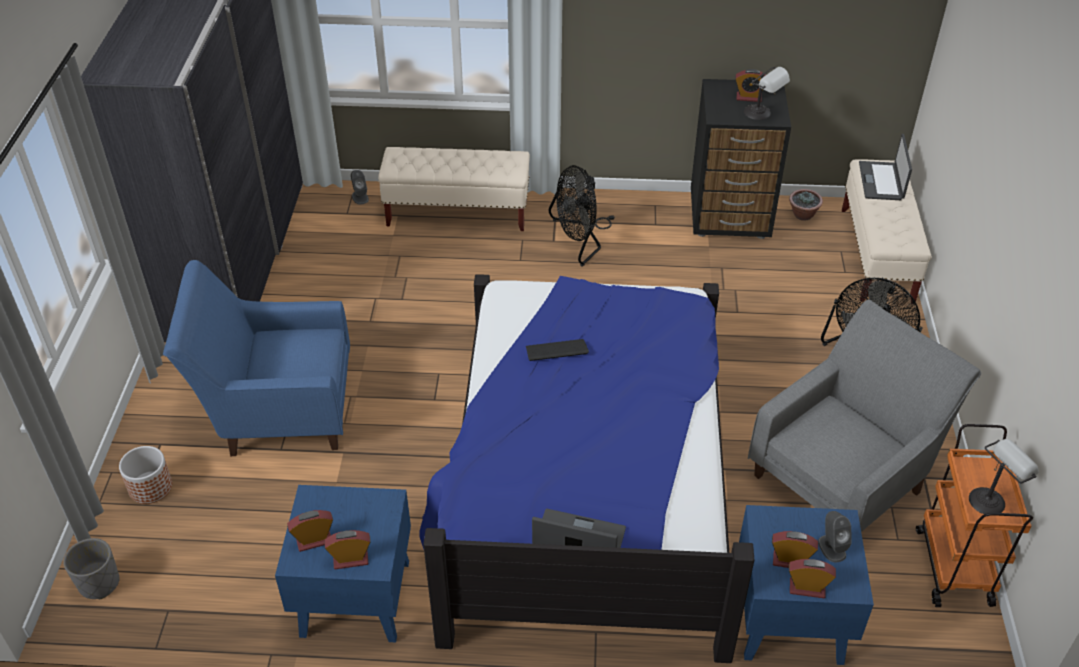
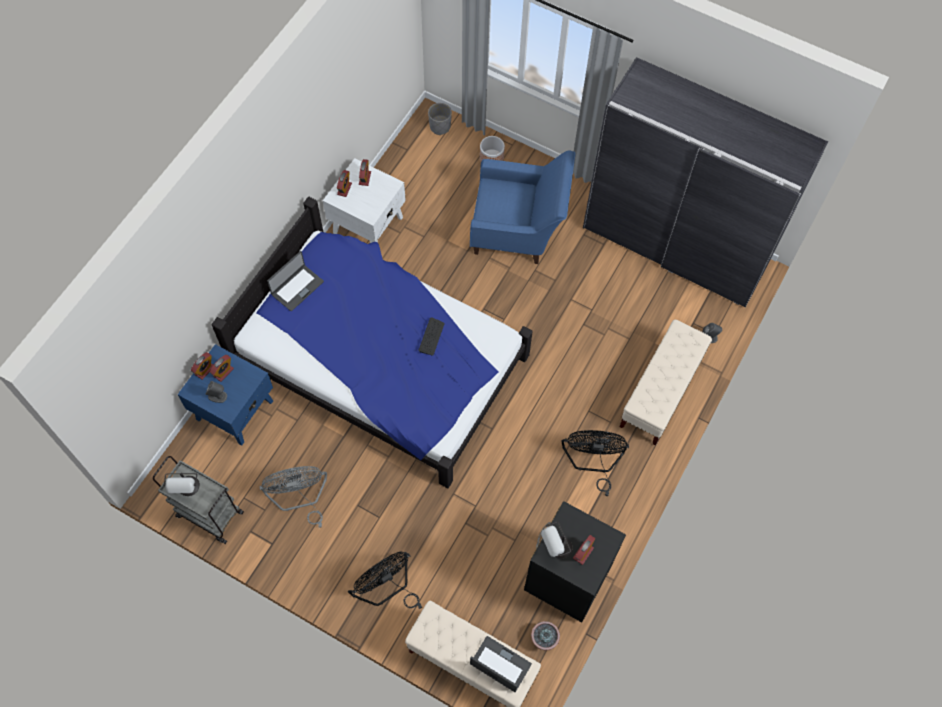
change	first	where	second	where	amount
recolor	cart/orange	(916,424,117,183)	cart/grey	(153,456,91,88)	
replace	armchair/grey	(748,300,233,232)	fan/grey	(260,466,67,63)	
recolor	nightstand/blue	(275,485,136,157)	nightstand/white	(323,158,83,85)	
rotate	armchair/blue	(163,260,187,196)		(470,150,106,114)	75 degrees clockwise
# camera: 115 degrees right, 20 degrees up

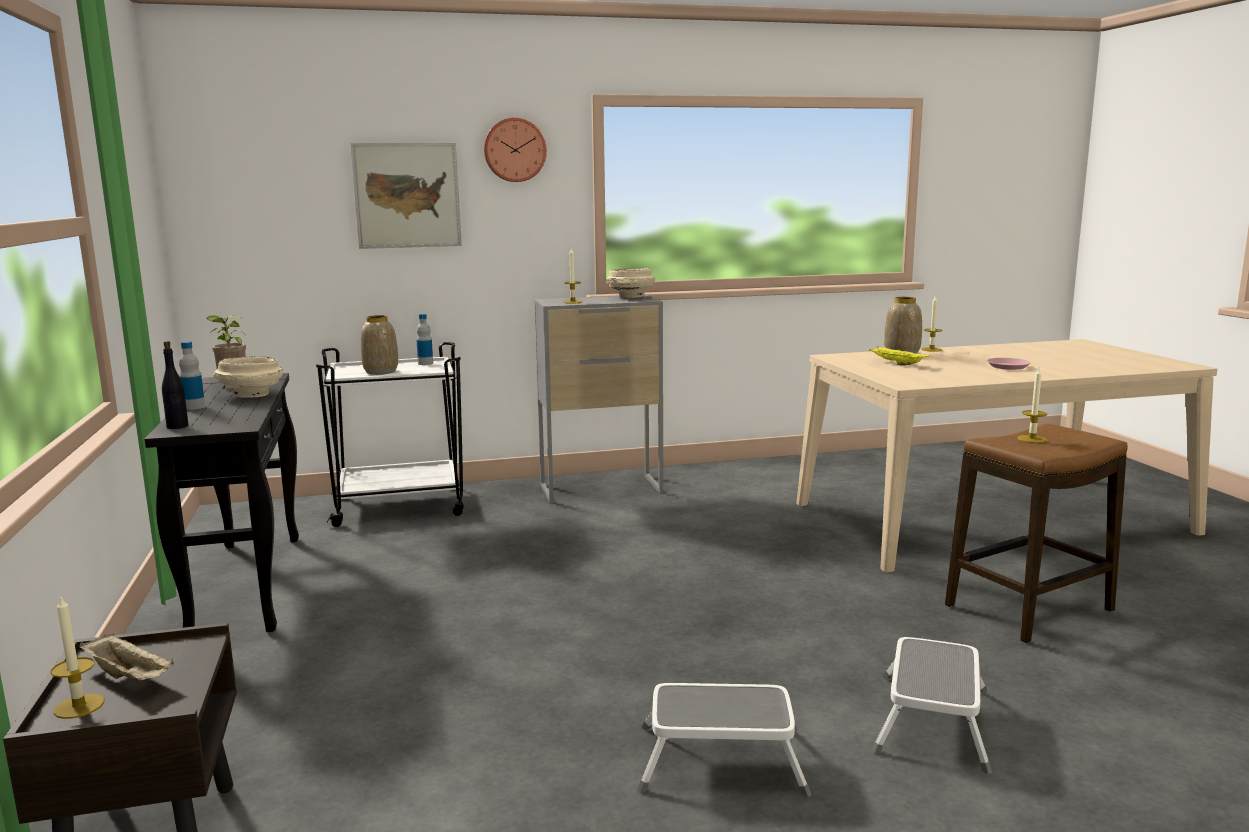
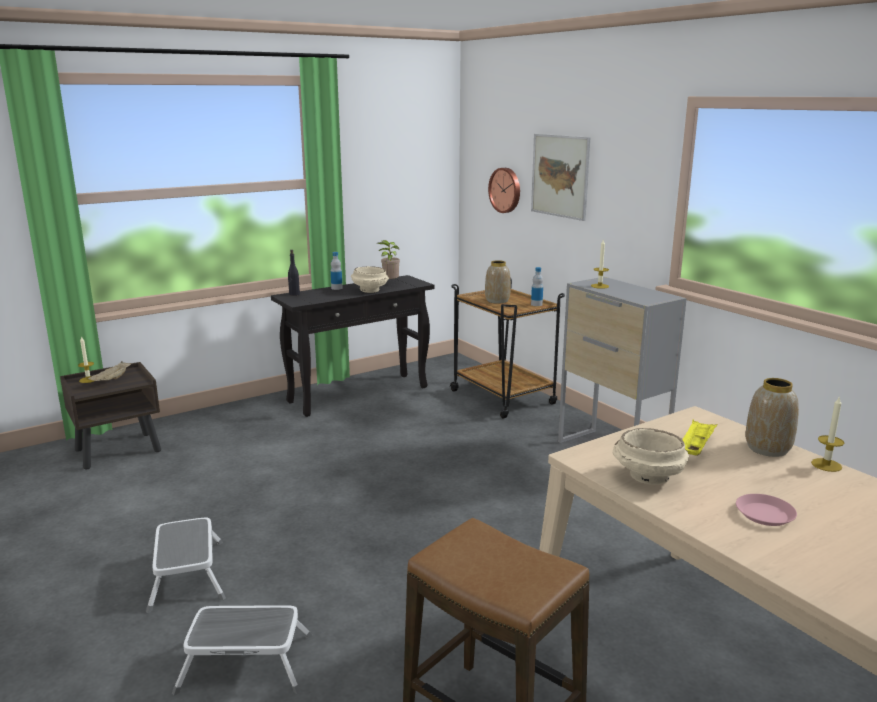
change	first	where	second	where	amount
recolor	cart/white	(316,342,148,185)	cart/brown	(450,277,115,142)	
move	wall clock	(484,118,63,64)		(488,168,32,45)	
move	bowl/beige	(606,268,49,30)		(613,428,76,57)	
delete	candle	(1017,368,30,75)			
# camera: 70 degrees right, 5 degrees up

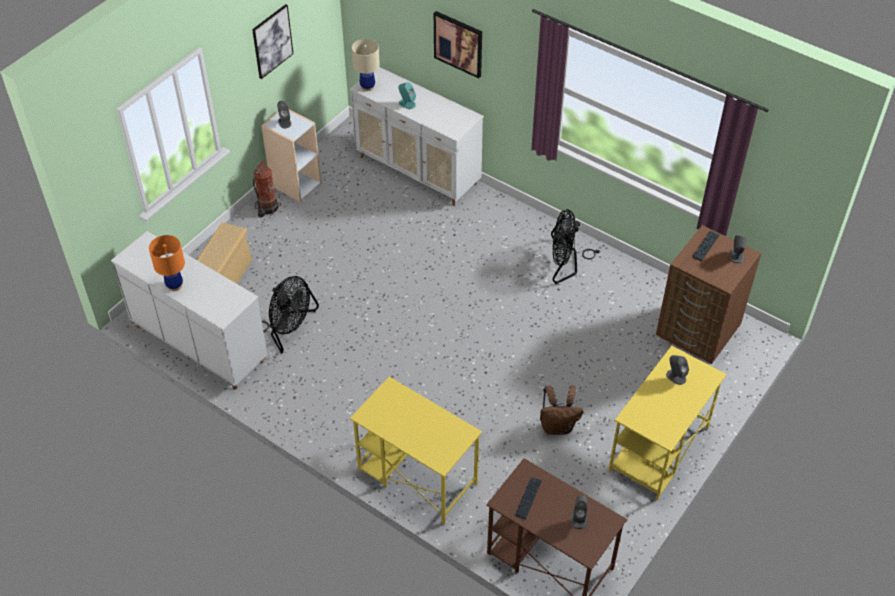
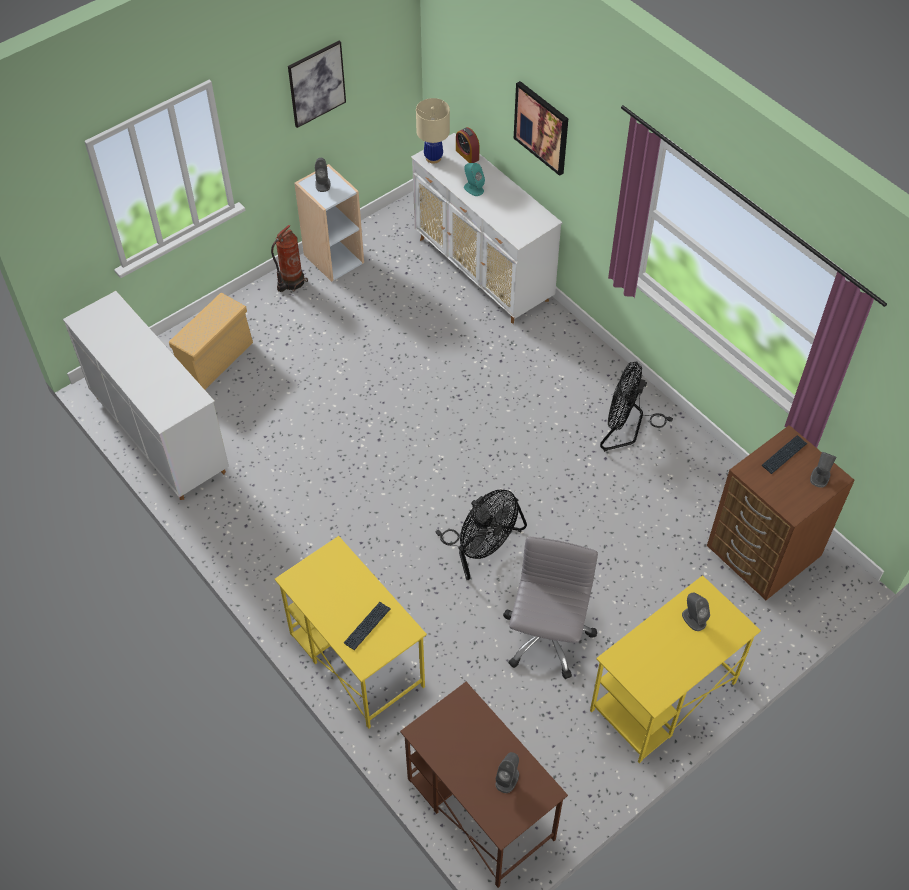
change	first	where	second	where	amount
move	keyboard	(515,477,27,42)		(344,602,47,48)	
move	fan/black	(262,276,57,78)		(436,490,91,90)	
insert			alarm clock	(456,127,24,36)	
replace	backpack/brown	(540,385,43,50)	office chair/grey	(503,537,95,142)	
delete	table lamp/orange	(149,235,36,56)			
# camera: 15 degrees right, 5 degrees up

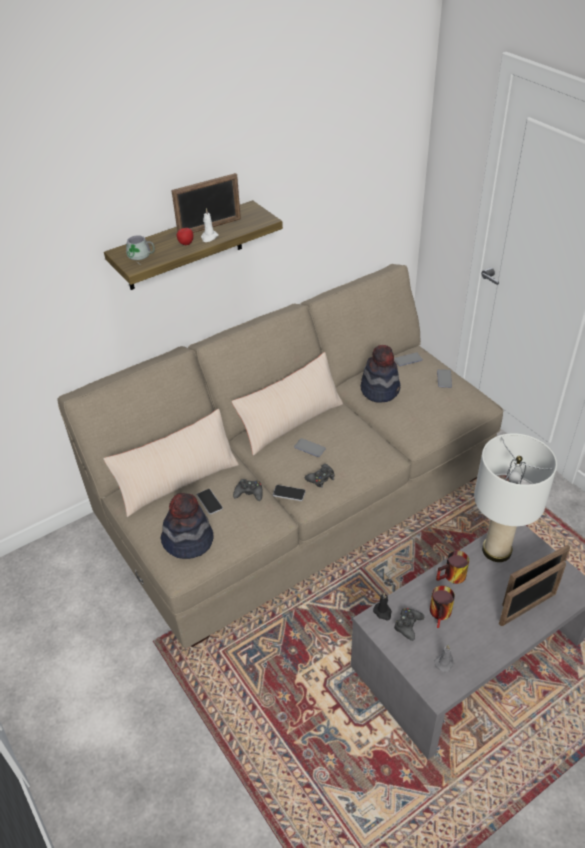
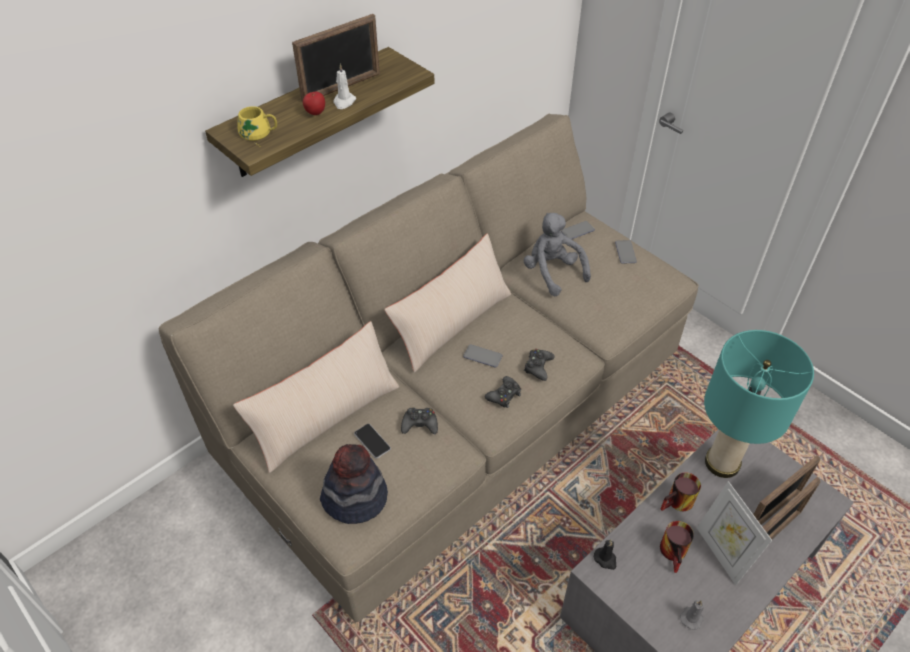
change	first	where	second	where	amount
recolor	mug/grey	(126,235,29,30)	mug/yellow	(237,106,40,41)	
replace	hat	(361,345,39,58)	plush toy/grey	(524,213,67,83)	
move	game controller/black	(394,608,30,33)		(524,349,30,32)	
insert			picture frame	(697,481,75,104)	
recolor	table lamp/white	(474,433,83,129)	table lamp/turquoise	(704,330,110,148)	
delete	phone	(273,485,33,16)			
# camera: 10 degrees left, 5 degrees up

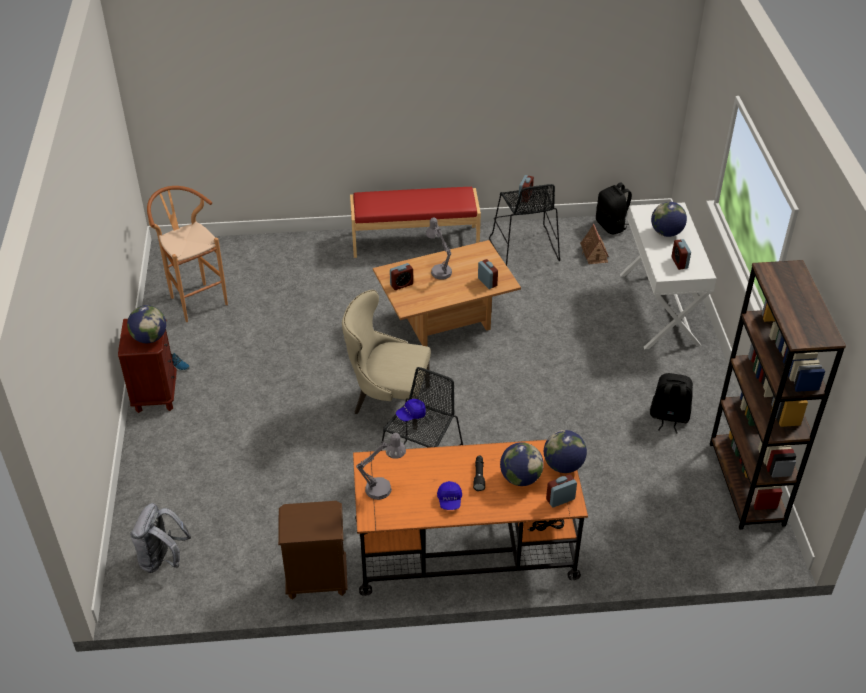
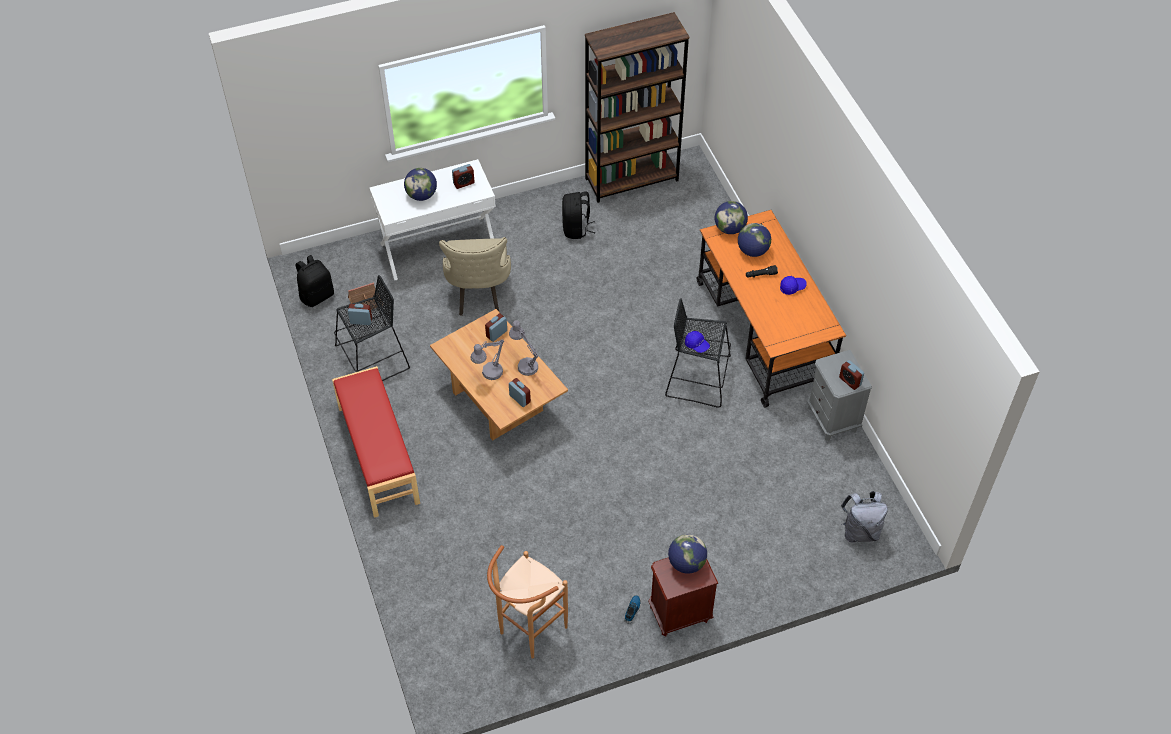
change	first	where	second	where	amount
move	chair/beige	(342,290,89,140)		(439,237,72,79)	
move	table lamp/grey	(356,433,50,67)		(509,320,29,56)	
recolor	nightstand/brown	(278,501,70,99)	nightstand/grey	(807,350,65,91)	
move	alarm clock	(546,474,31,33)		(839,360,25,30)	
# camera: 105 degrees left, 10 degrees up

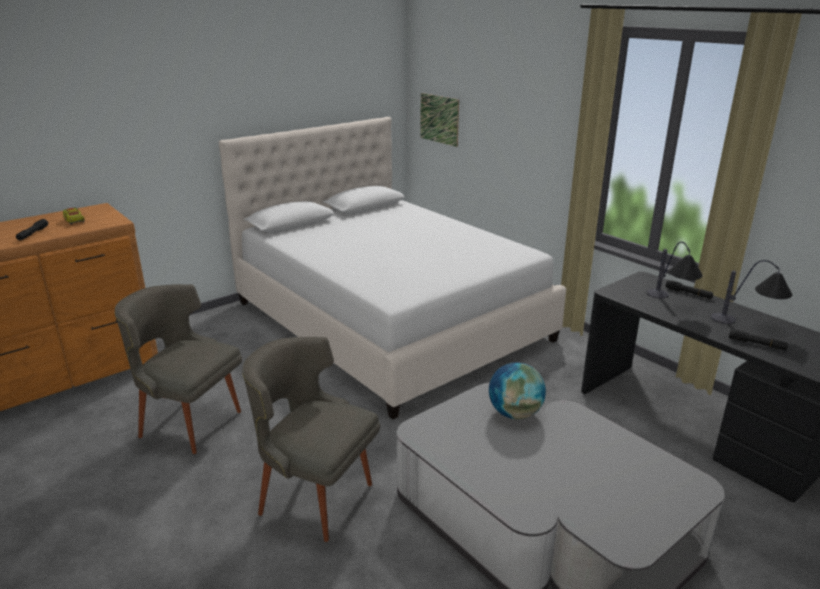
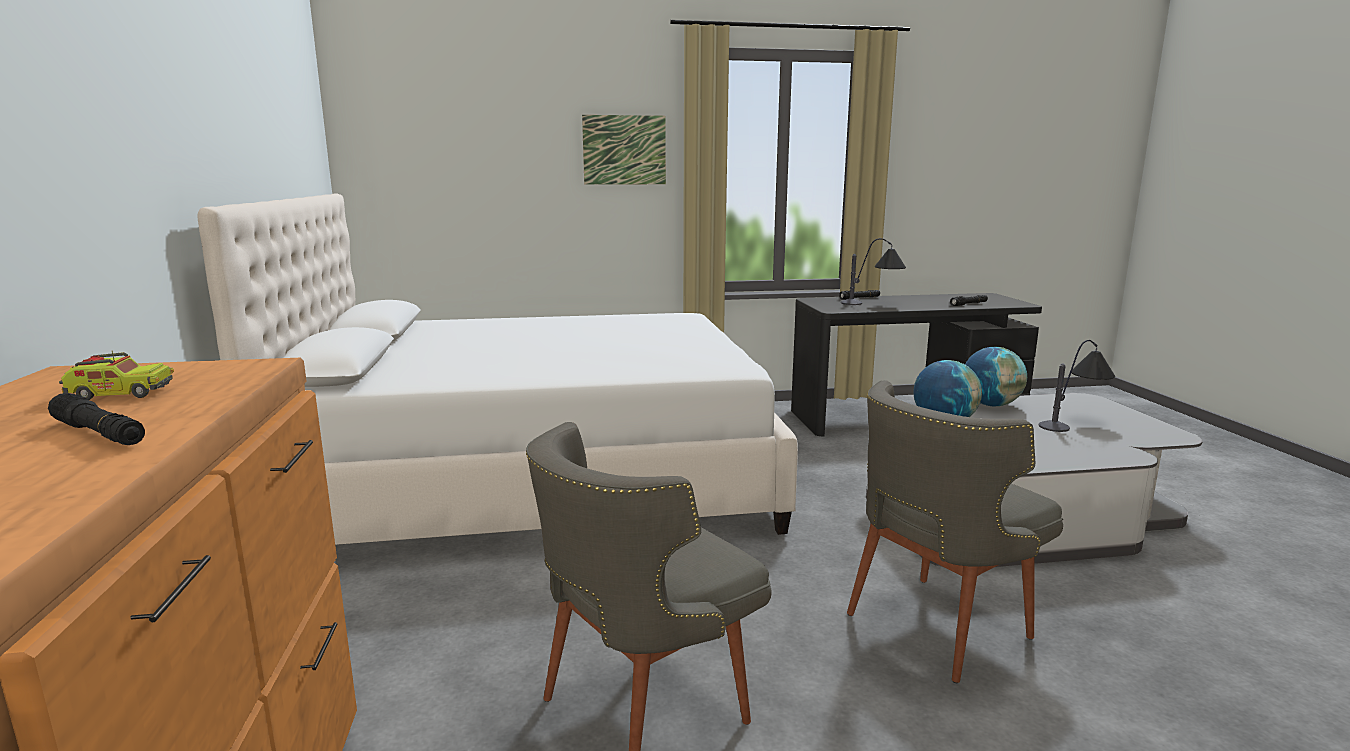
change	first	where	second	where	amount
move	picture	(420,93,39,54)		(582,115,84,70)	
insert			globe	(965,347,62,59)	
move	table lamp	(711,260,81,64)		(1039,340,76,92)	
# camera: 60 degrees left, 10 degrees down

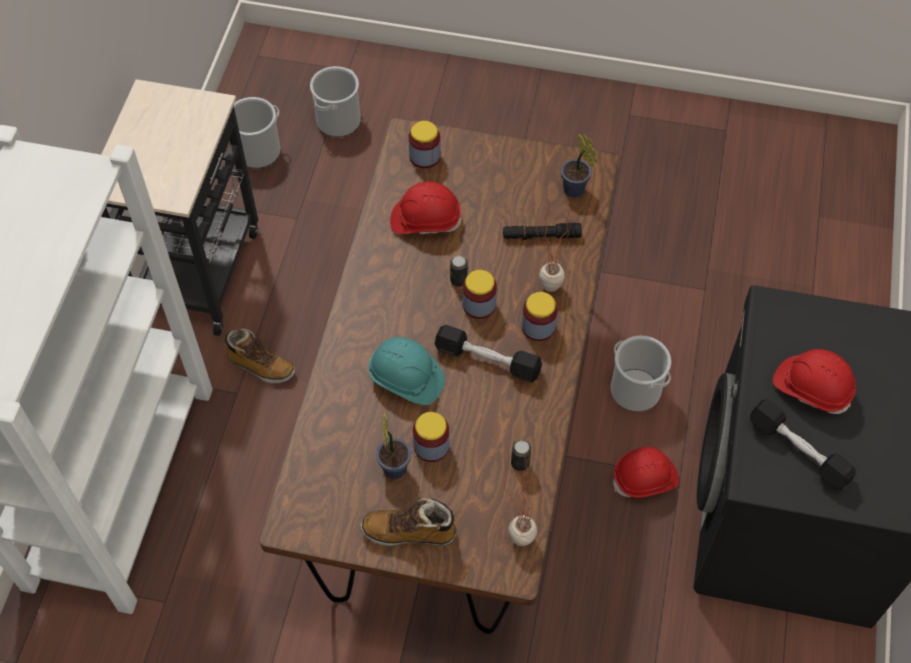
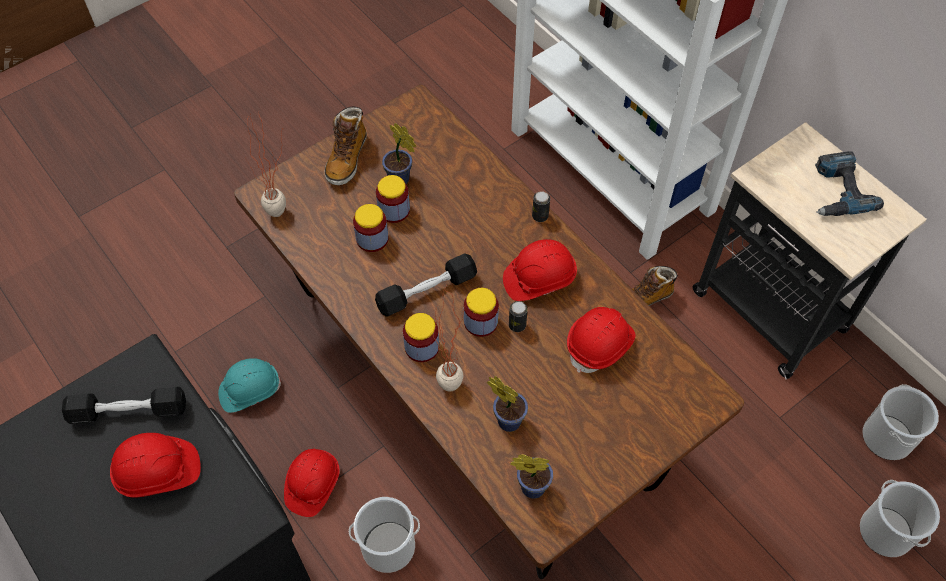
change	first	where	second	where	amount
move	hard hat/turquoise	(368,337,77,68)		(218,358,63,55)	
rotate	boot	(361,497,98,49)		(325,106,42,79)	150 degrees clockwise
move	jar	(409,121,32,47)		(353,204,36,48)	
replace	flashlight/black	(503,223,79,17)	potted plant	(487,376,41,56)	
insert			hard hat/red	(503,239,74,62)	
move	can	(511,440,20,31)		(532,191,18,31)	
insert			power drill	(815,151,69,65)	
# camera: 130 degrees right, 0 degrees up

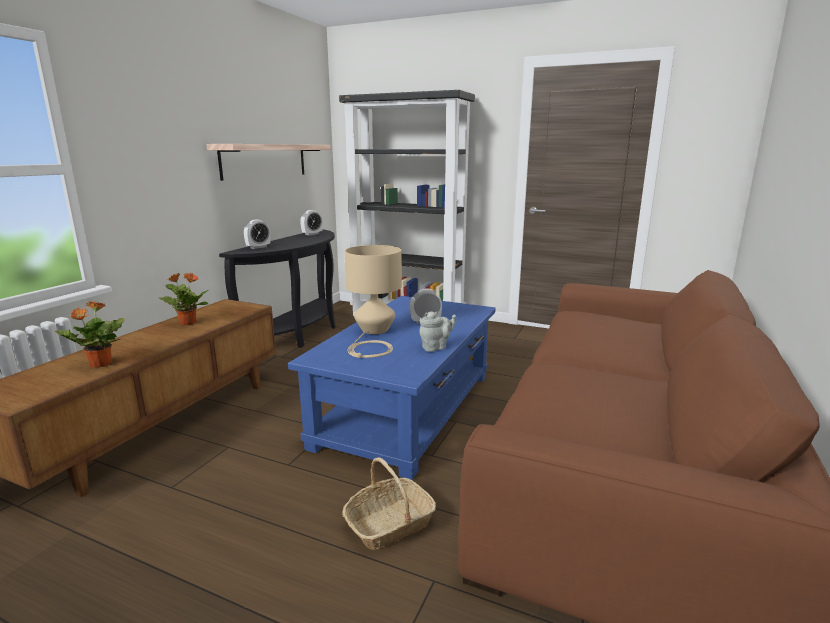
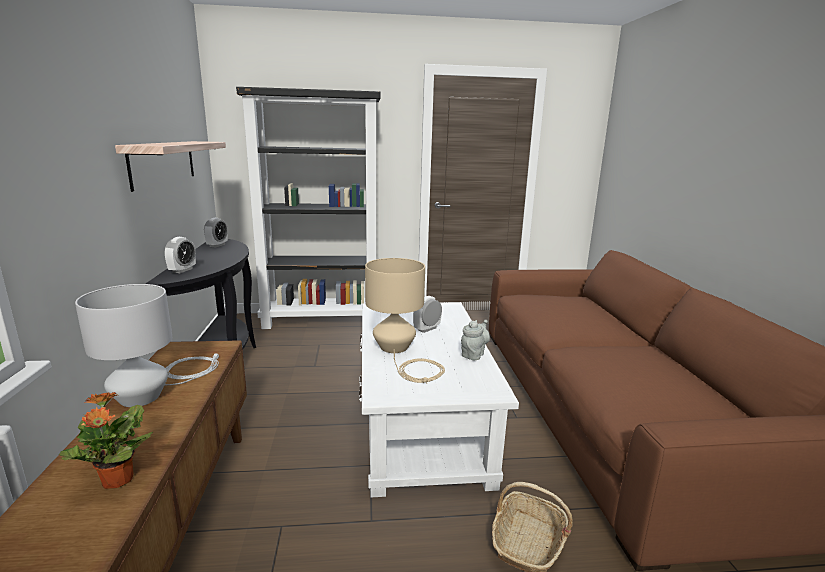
change	first	where	second	where	amount
replace	potted plant	(159,273,49,52)	table lamp/white	(75,284,144,123)	
recolor	coffee table/blue	(288,296,208,184)	coffee table/white	(359,302,160,195)	
# camera: 30 degrees left, 0 degrees up

